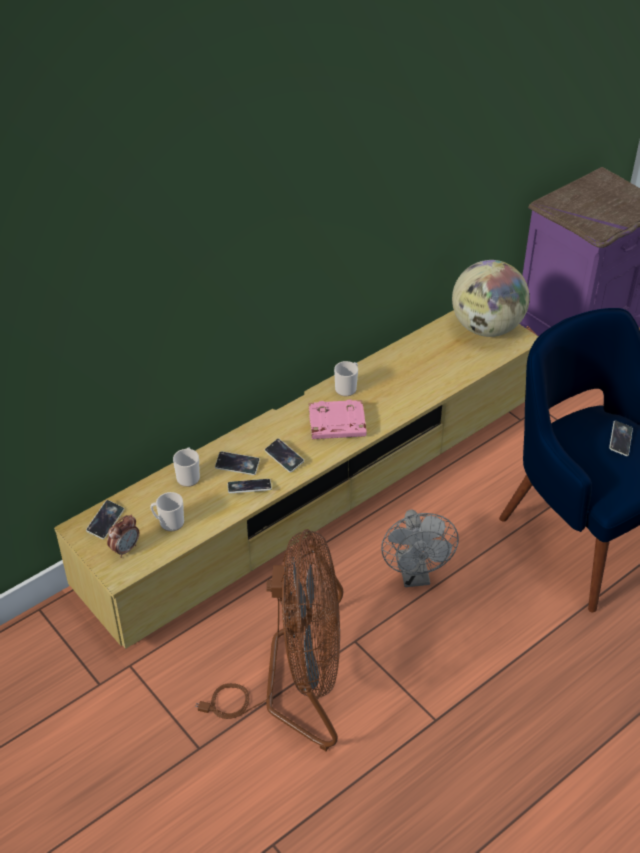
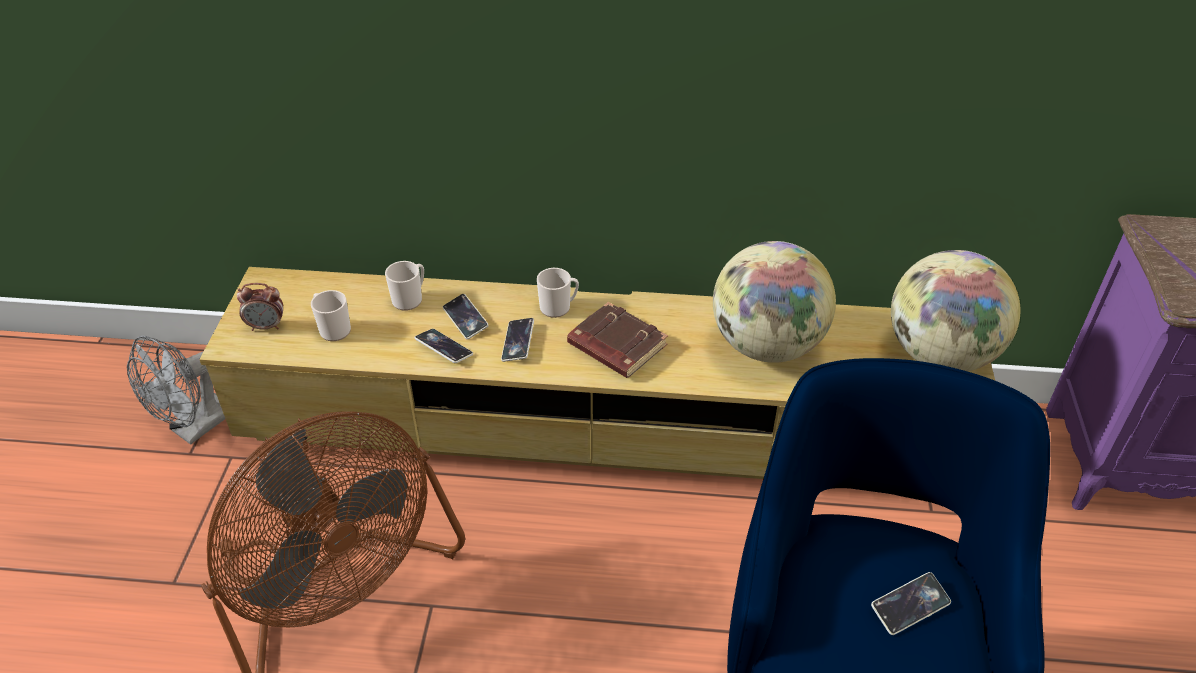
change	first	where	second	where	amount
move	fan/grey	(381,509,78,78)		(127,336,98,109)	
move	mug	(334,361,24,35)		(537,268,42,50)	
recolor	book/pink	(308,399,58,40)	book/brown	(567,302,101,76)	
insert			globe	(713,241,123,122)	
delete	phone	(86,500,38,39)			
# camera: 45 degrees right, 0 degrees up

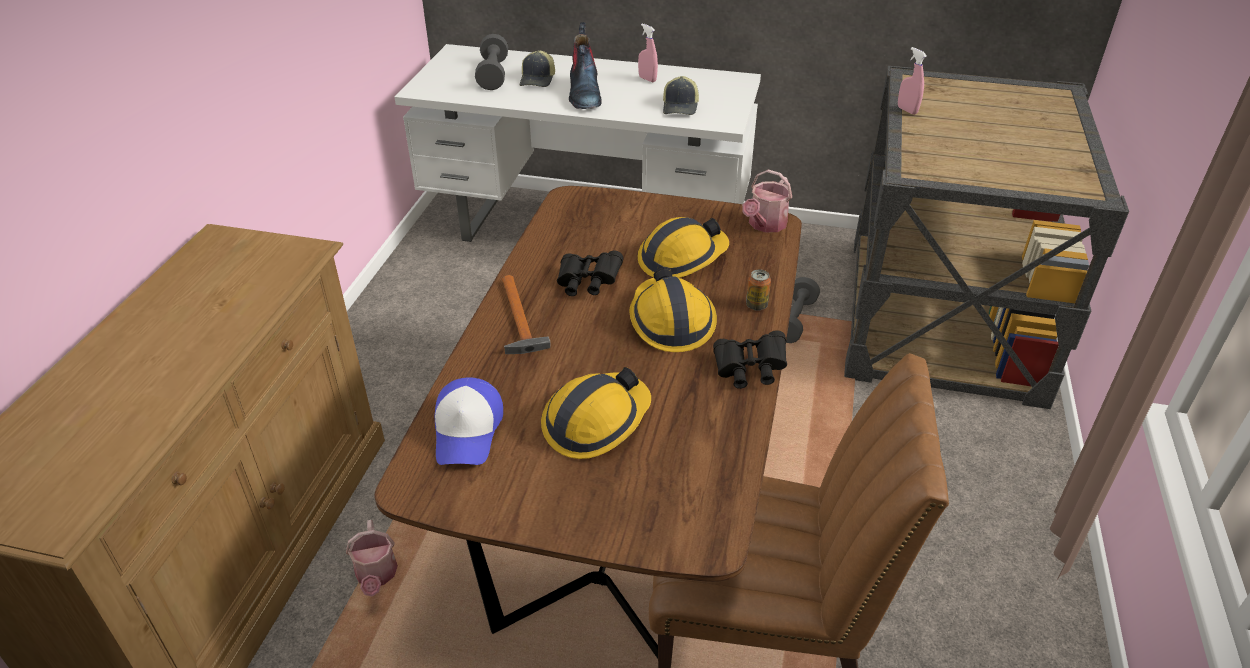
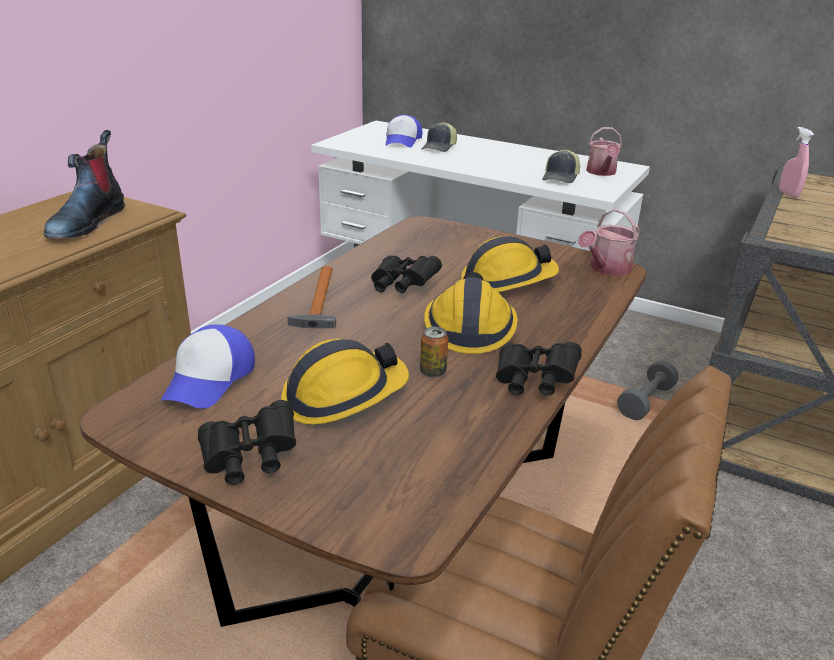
change	first	where	second	where	amount
move	boot	(569,22,33,87)		(44,130,81,109)	
insert			binoculars/black	(198,400,98,85)	
replace	dumbbell/grey	(475,34,33,56)	cap	(385,115,37,32)	
move	can	(746,270,25,41)		(420,327,28,50)	
move	watering can	(346,520,52,77)		(586,127,36,49)	
delete	spray bottle/pink	(638,24,20,58)			
# camera: 15 degrees right, 10 degrees down

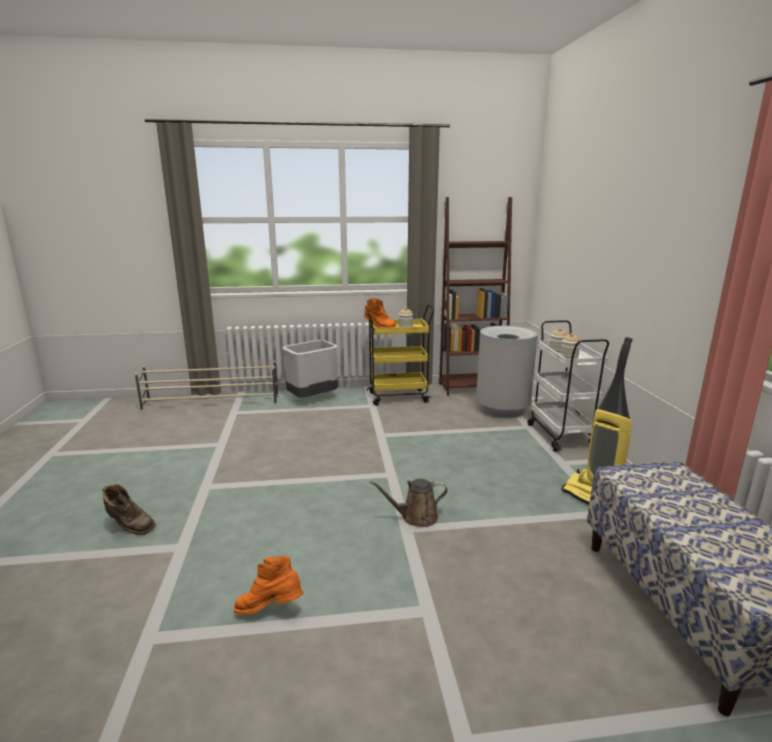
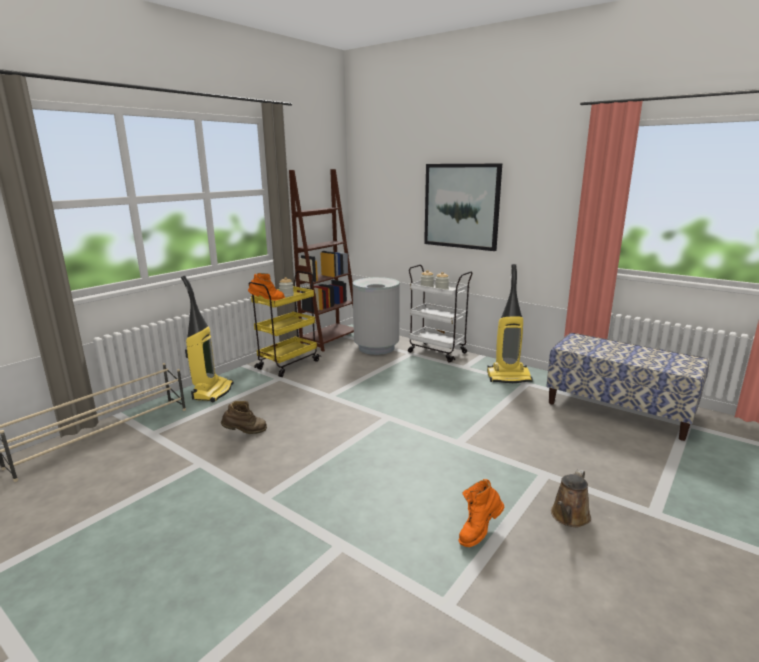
change	first	where	second	where	amount
replace	trash can/grey	(282,340,56,58)	vacuum cleaner	(181,275,53,127)	
move	boot/brown	(102,484,54,51)		(221,401,46,33)	
insert			picture	(424,164,78,87)	
move	watering can/brown	(370,479,78,48)		(551,469,40,58)	
# camera: 45 degrees left, 0 degrees up

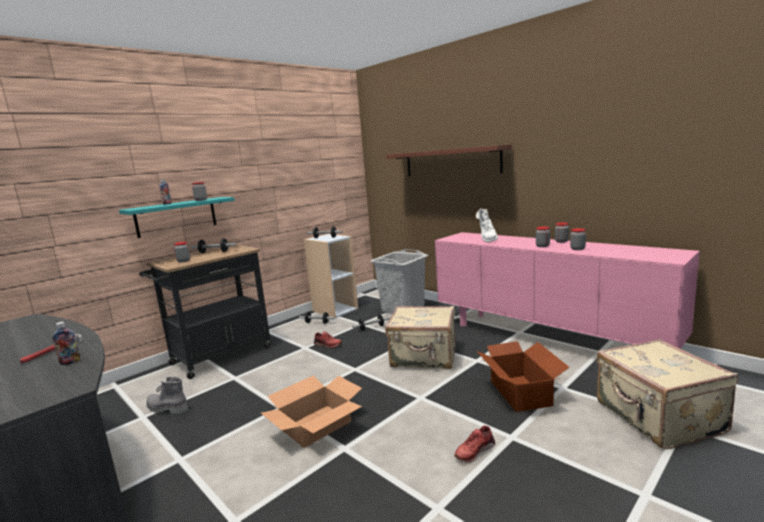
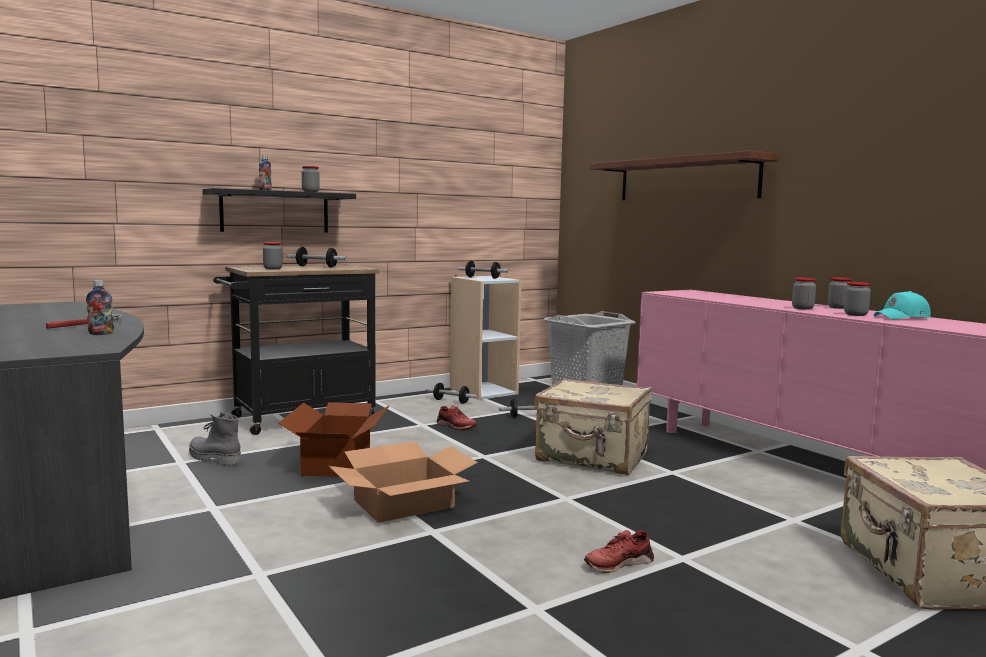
change	first	where	second	where	amount
recolor	shelf/turquoise	(119,197,116,41)	shelf/black	(202,188,154,45)	
move	cardboard box	(477,341,93,71)		(278,402,111,75)	
insert			cap/turquoise	(874,291,57,29)	
delete	boot/white	(476,208,22,35)			
# camera: 10 degrees right, 5 degrees down

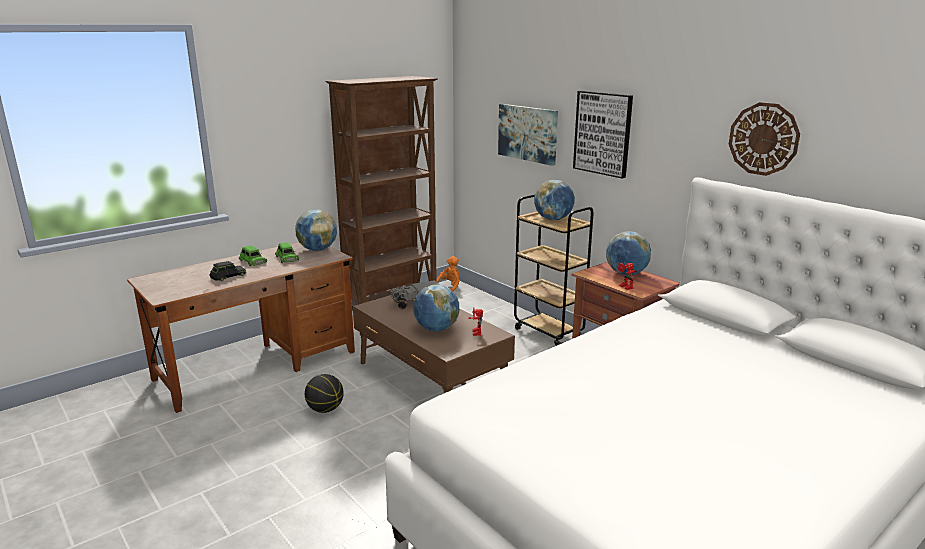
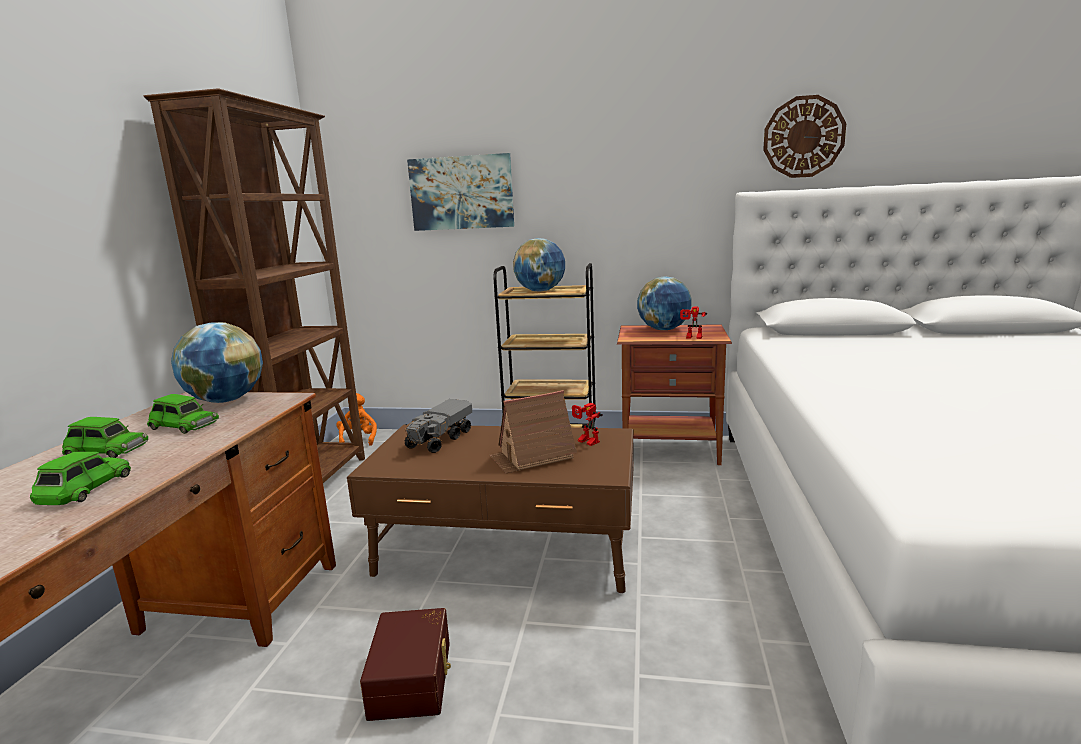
change	first	where	second	where	amount
recolor	toy car/black	(209,261,37,20)	toy car/green	(30,452,101,53)	
replace	basketball	(305,374,39,39)	storage box/brown	(360,608,91,113)	
replace	globe	(413,284,46,47)	toy house	(489,390,88,83)	
delete	picture	(573,91,60,88)			
# camera: 40 degrees left, 5 degrees down

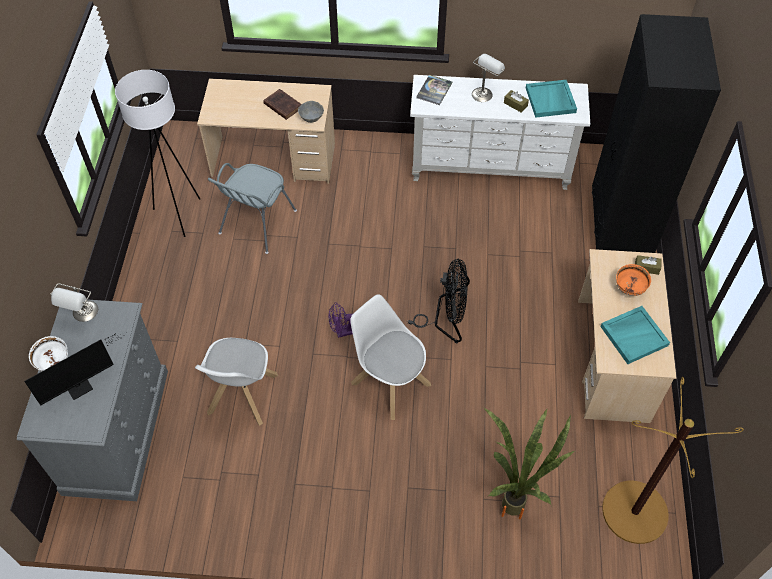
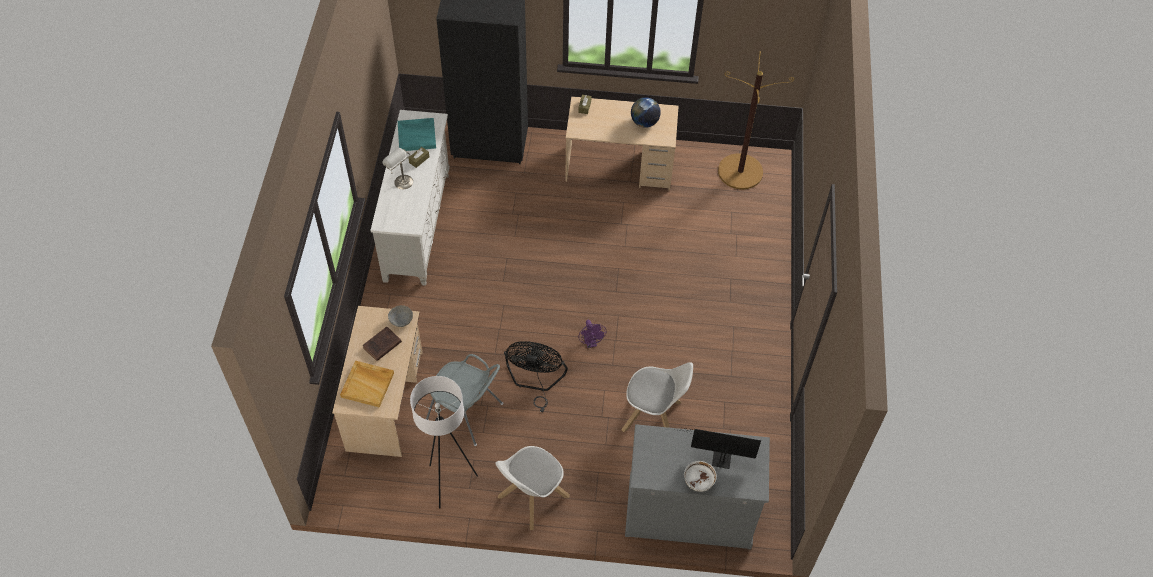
change	first	where	second	where	amount
insert			tray/beige	(340,361,54,47)	
move	chair	(350,294,81,126)		(496,446,74,84)	
move	fan/black	(407,259,63,85)		(504,341,64,72)	
replace	tray/turquoise	(600,306,70,58)	globe	(631,97,30,31)	
rotate	monitor	(24,333,100,73)		(681,428,80,41)	45 degrees counterclockwise
delete	table lamp/white	(50,283,48,39)			
delete	book	(416,75,36,30)			
delete	potted plant	(484,408,91,111)			
delete	bowl/orange	(616,264,35,32)			
# camera: 90 degrees left, 0 degrees up

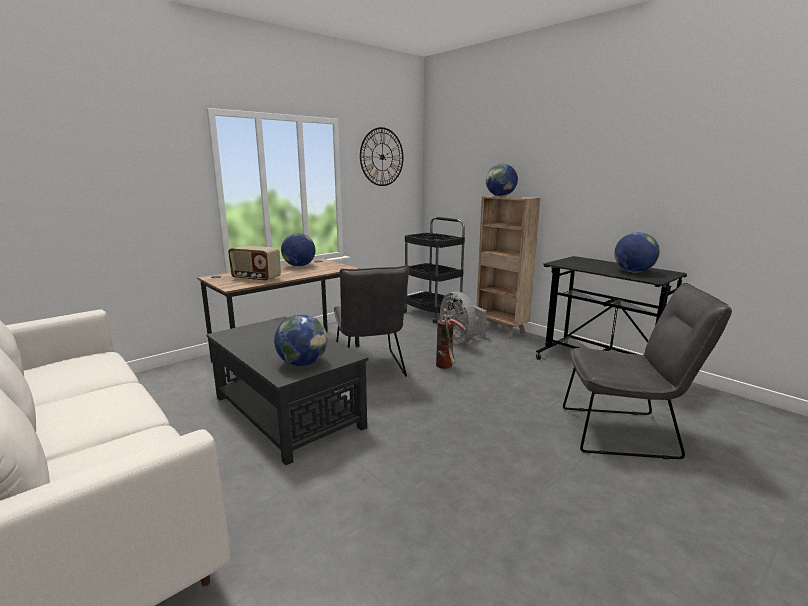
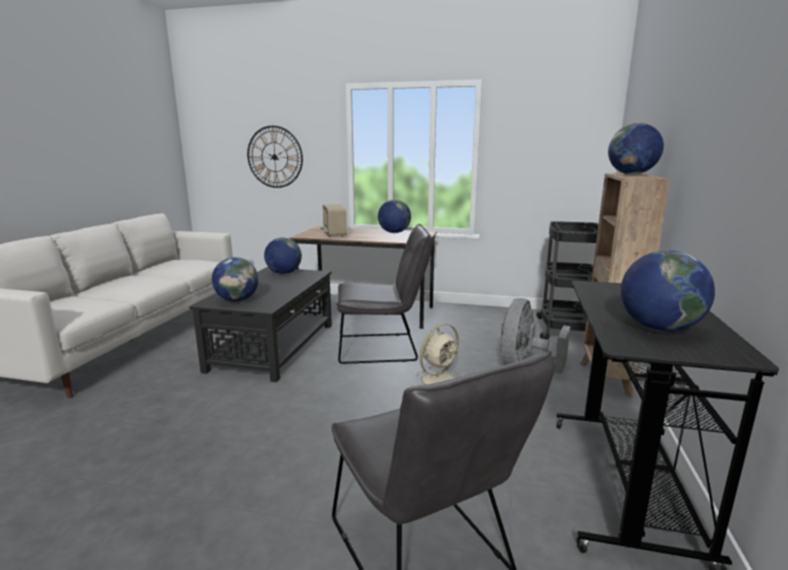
change	first	where	second	where	amount
move	wall clock	(360,127,44,59)		(247,126,56,62)	
insert			globe	(264,237,38,37)	
rotate	chair/grey	(334,265,76,111)		(336,224,98,140)	135 degrees counterclockwise
replace	fire extinguisher	(436,308,30,61)	fan/beige	(413,324,50,62)	
# camera: 55 degrees right, 0 degrees up

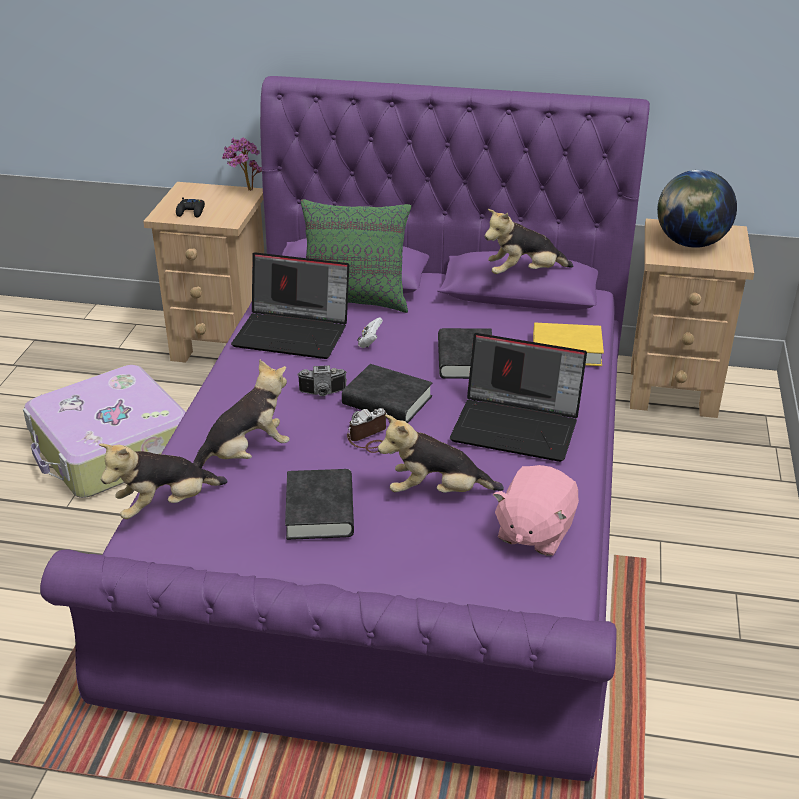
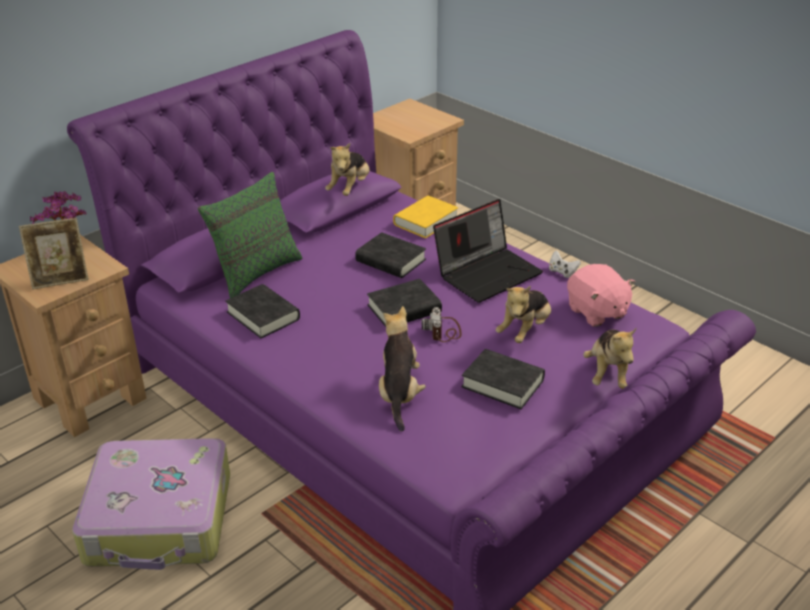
change	first	where	second	where	amount
replace	game controller/black	(176,197,29,21)	picture frame	(19,218,70,72)	
replace	laptop	(231,252,118,107)	book/black	(225,284,75,54)	
move	game controller/white	(357,317,26,31)		(549,250,32,28)	
move	plush toy	(99,443,129,76)		(583,327,54,62)	
delete	photo camera	(297,365,50,31)			
delete	globe	(657,170,80,78)			
# camera: 55 degrees left, 0 degrees up

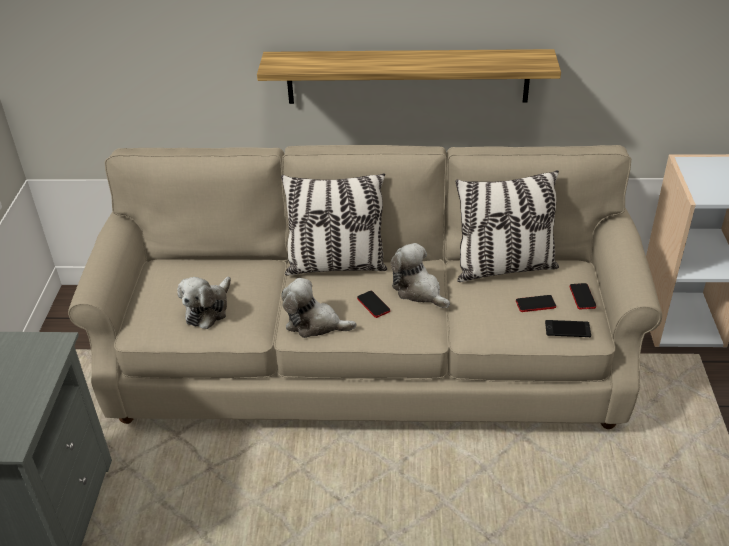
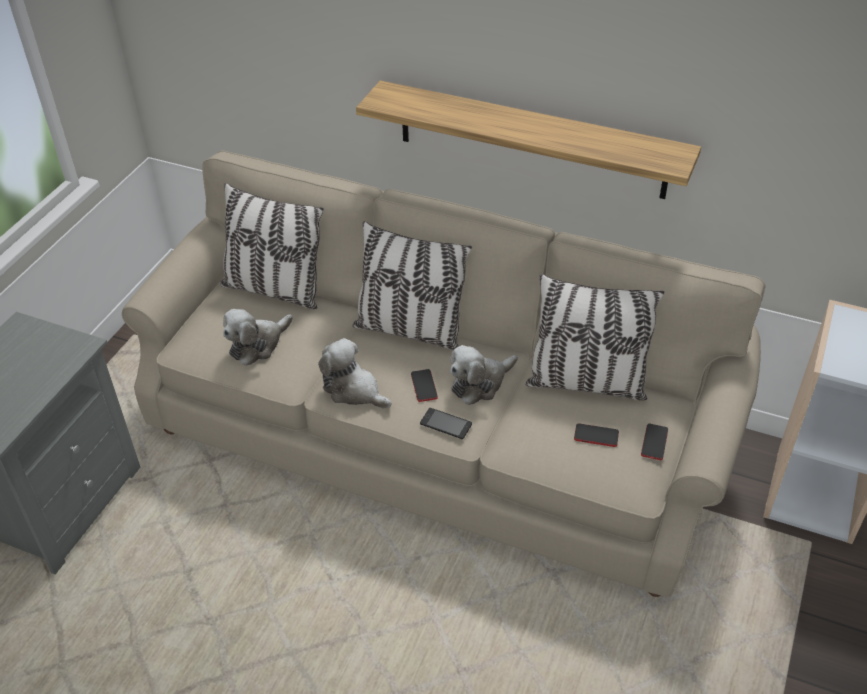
change	first	where	second	where	amount
insert			pillow	(220,183,104,127)	
move	phone	(545,320,46,17)		(420,408,52,31)	
rotate	plush toy	(390,243,60,65)		(450,345,68,60)	105 degrees counterclockwise
# camera: 20 degrees right, 5 degrees up

